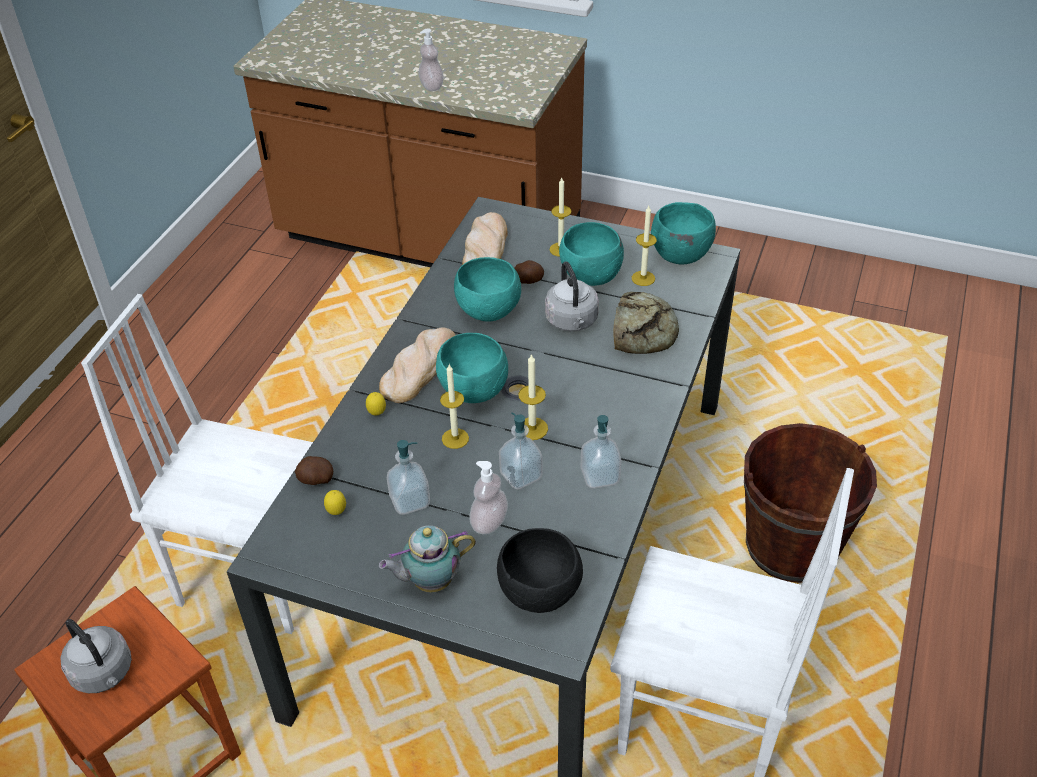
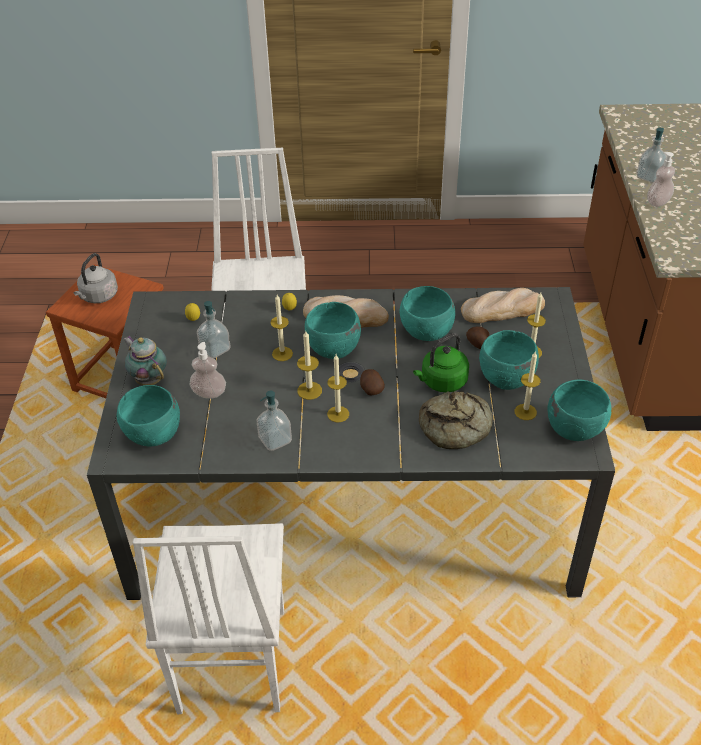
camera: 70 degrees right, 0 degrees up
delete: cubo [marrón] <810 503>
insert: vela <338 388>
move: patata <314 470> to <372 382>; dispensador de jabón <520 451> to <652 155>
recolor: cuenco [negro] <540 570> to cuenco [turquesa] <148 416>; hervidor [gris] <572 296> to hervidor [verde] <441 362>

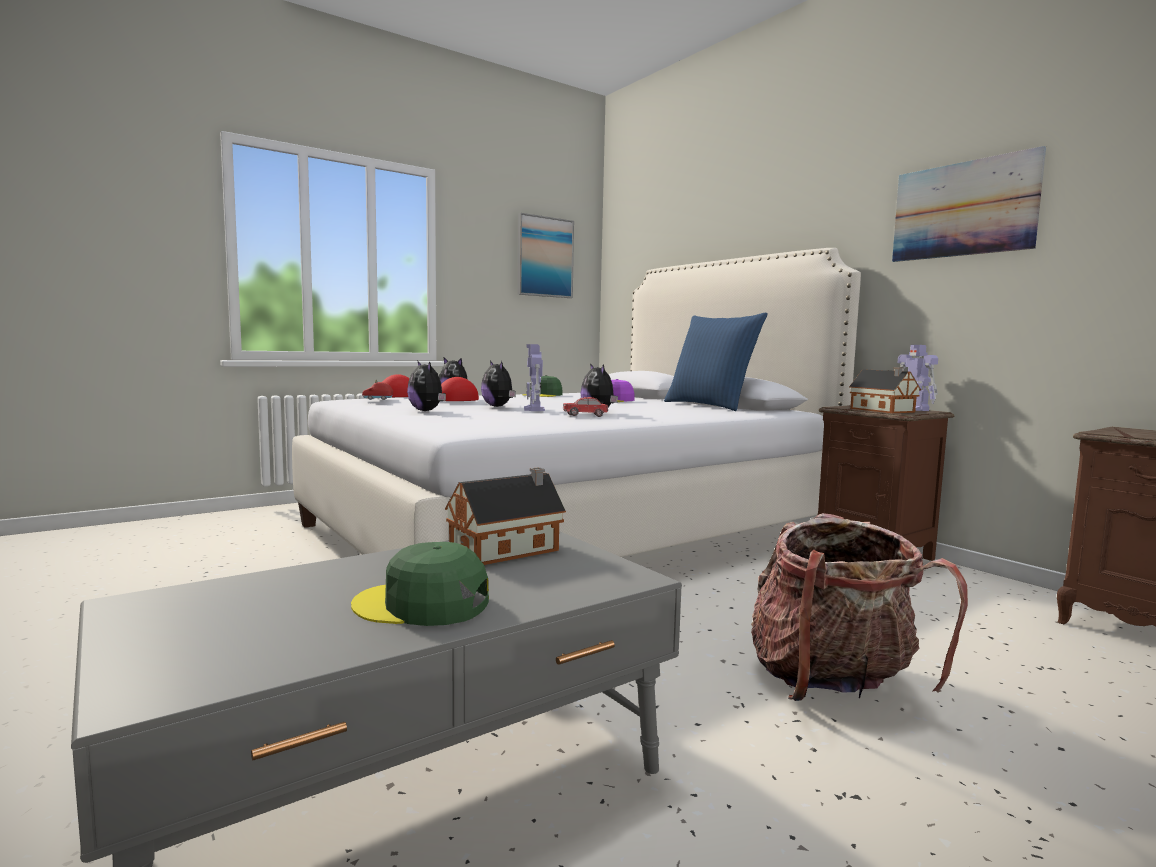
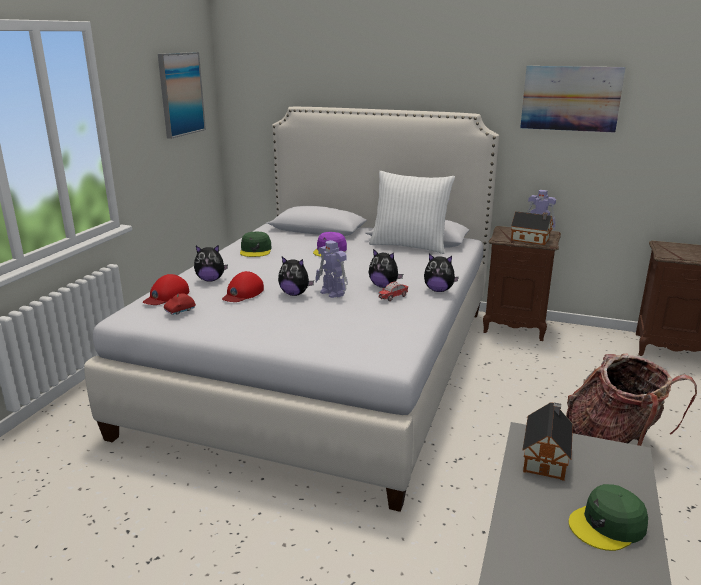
camera: 35 degrees left, 15 degrees up
move: peluche <426 385> to <441 273>
recolor: cojín [azul] <716 362> to cojín [blanco] <412 212>

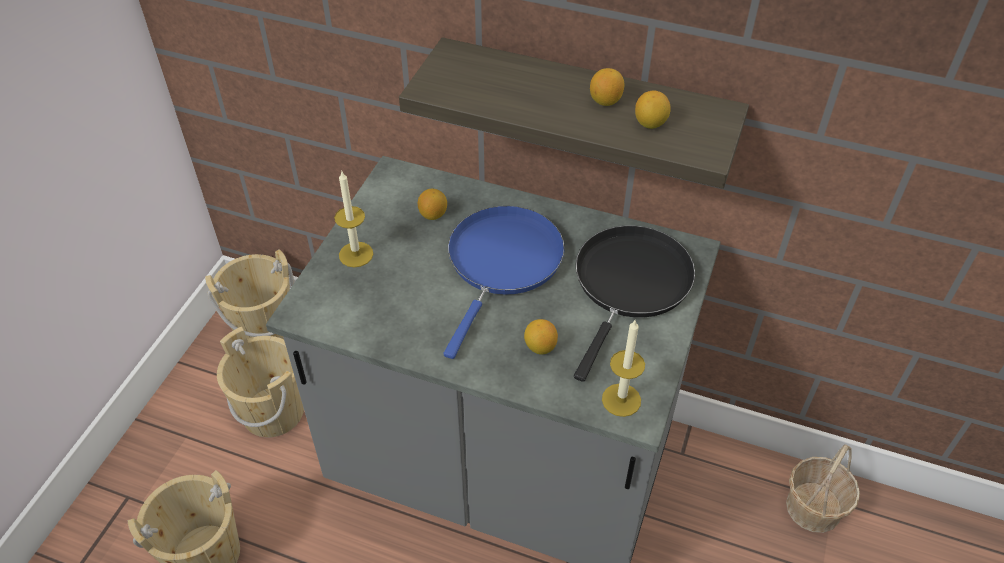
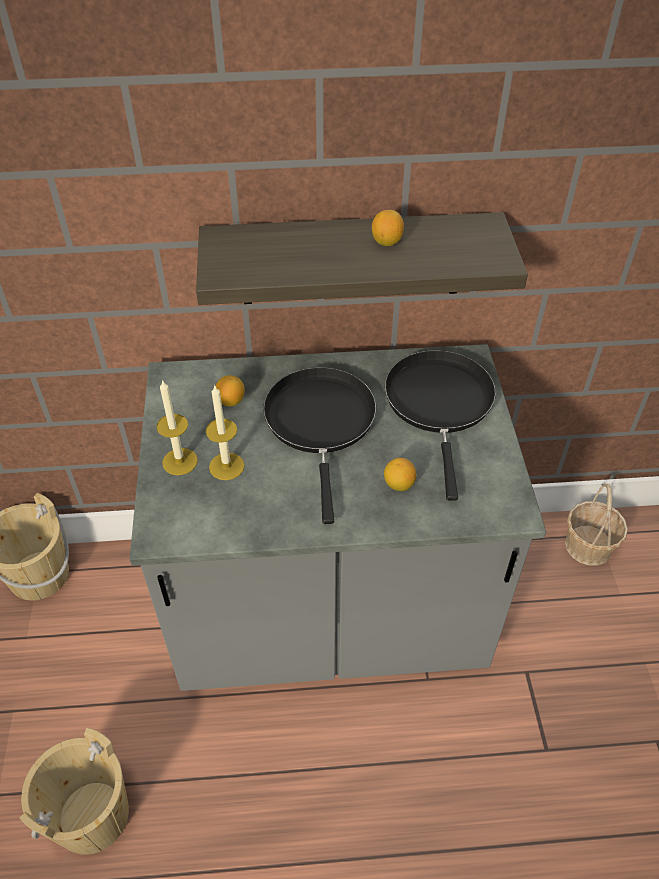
camera: 25 degrees left, 0 degrees up
delete: cubo [beis] <260 382>; limón <653 110>
move: vela <623 368> to <225 433>
recolor: sartén [azul] <504 282> to sartén [negro] <319 445>

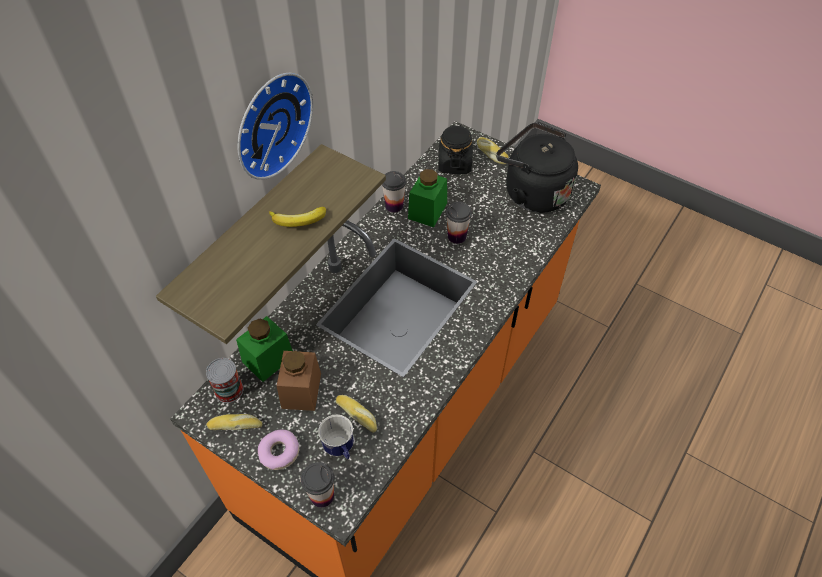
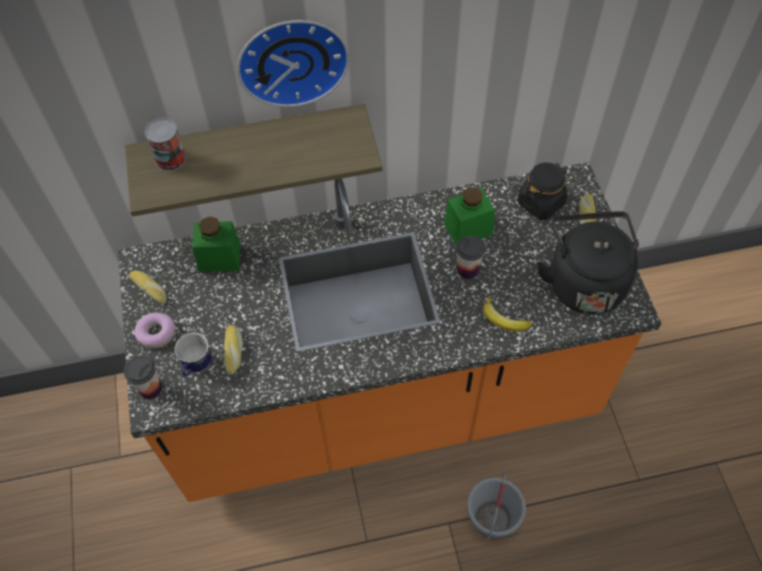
camera: 45 degrees right, 5 degrees up
delete: tarro [marrón] <299 381>; taza <394 191>
insert: cubo [gris] <496 505>
move: lata <225 380> to <165 144>; plátano <297 217> to <507 314>

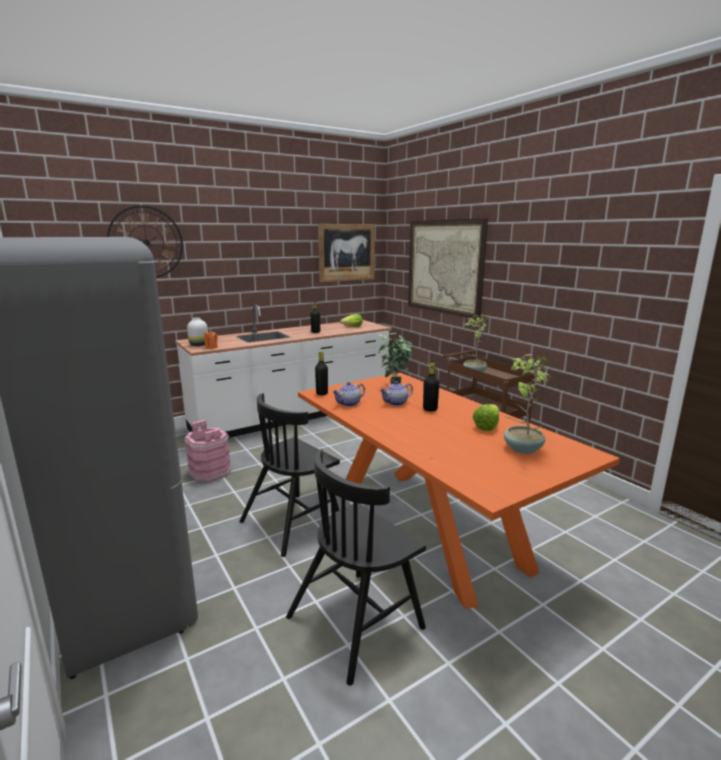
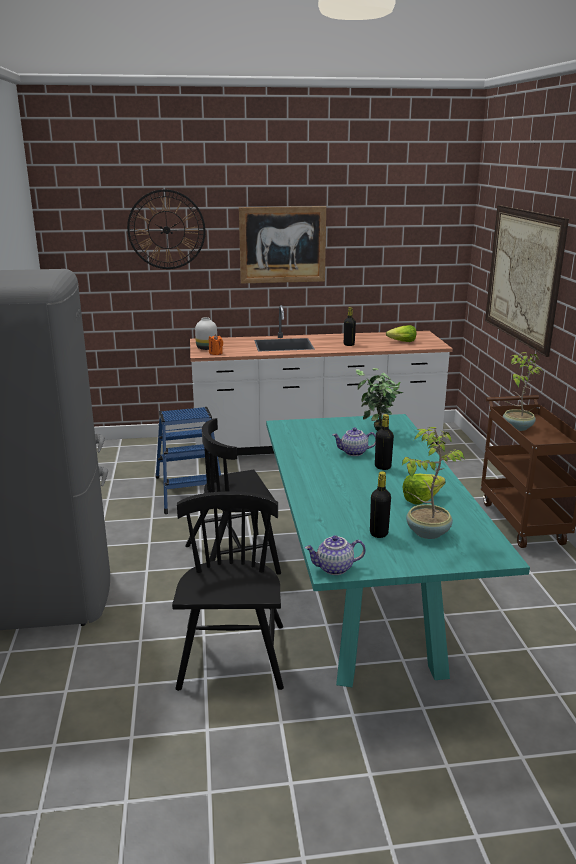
camera: 25 degrees right, 5 degrees up
move: botella [negro] <321 373> to <380 505>; cuadro <346 253> to <282 244>; tetera <348 394> to <335 555>
replace: cubo [rosa] <208 451> to escalera de tijera [azul] <188 460>
recolor: mesa de comedor [naranja] <459 491> to mesa de comedor [turquesa] <398 550>
rotate: silla [negro] <356 567> = <228 591> 105 degrees clockwise

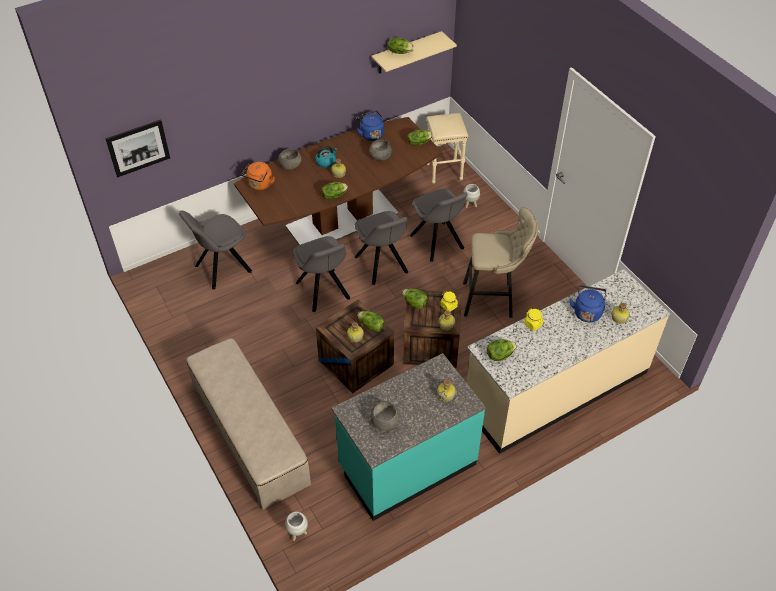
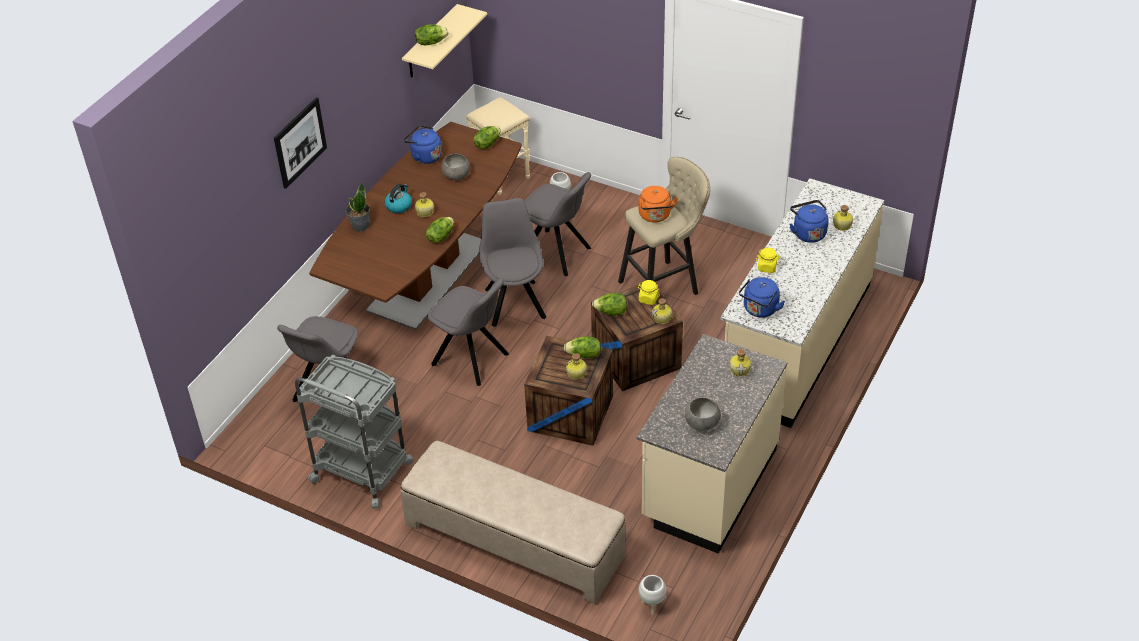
camera: 30 degrees left, 5 degrees down
insert: carrito [gris] <354 431>
move: cuadro <137 148> to <300 143>; hervidor [naranja] <258 176> to <658 204>
replace: cuenco [gris] <289 159> to planta en maceta <358 207>; lechuga <502 350> to hervidor [azul] <762 297>
recolor: mueble bajo de cocina [turquesa] <409 437> to mueble bajo de cocina [beis] <712 444>
rotate: silla [gris] <381 248> = <512 262> 135 degrees counterclockwise

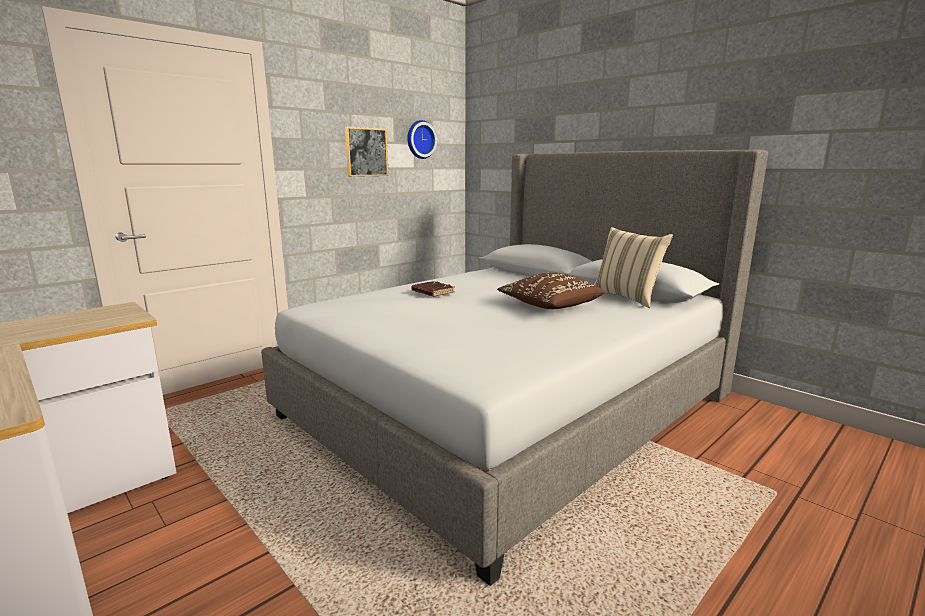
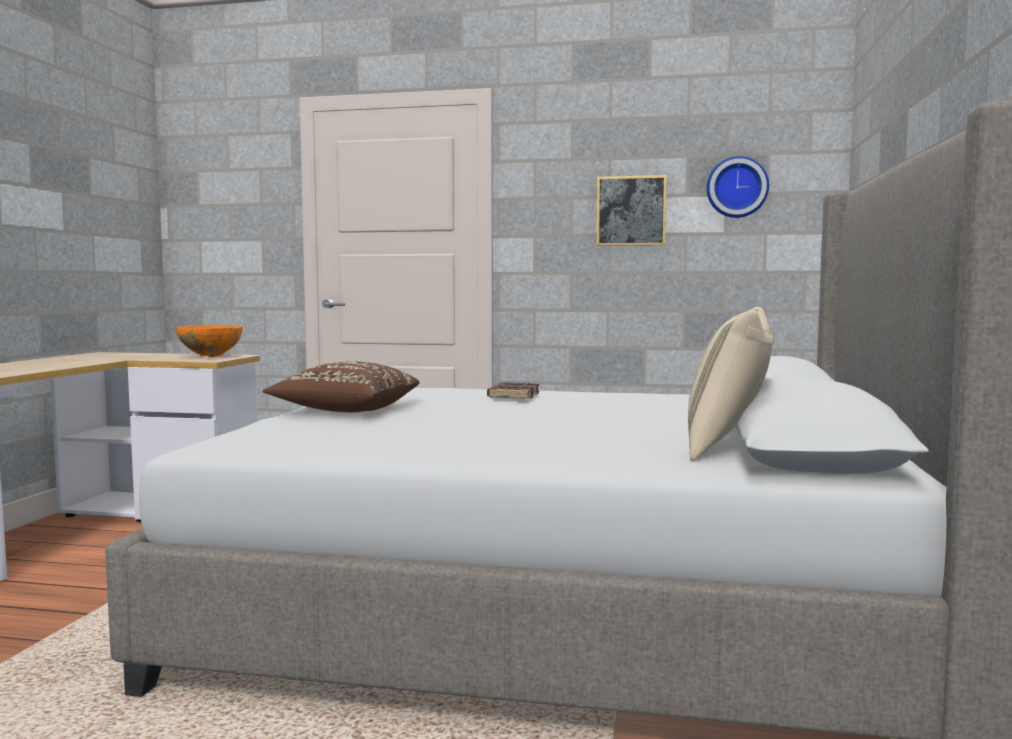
camera: 55 degrees right, 10 degrees down
insert: cuenco [naranja] <209 341>
move: cojín [marrón] <550 291> to <341 386>

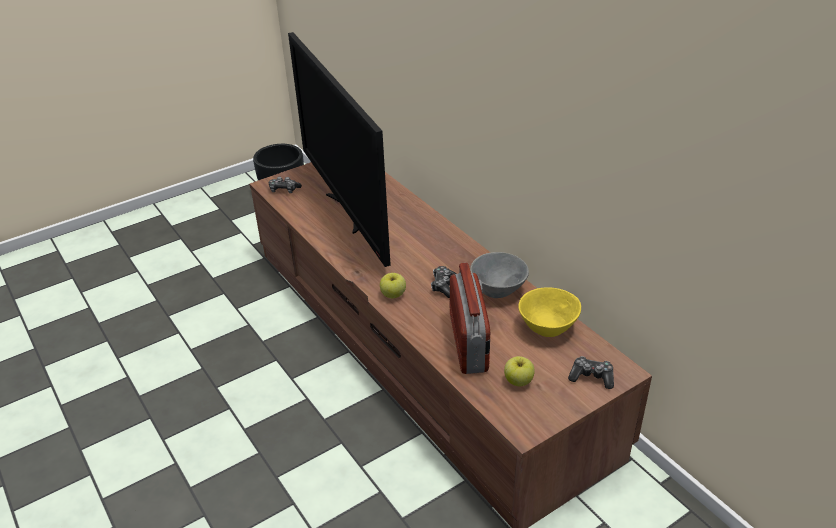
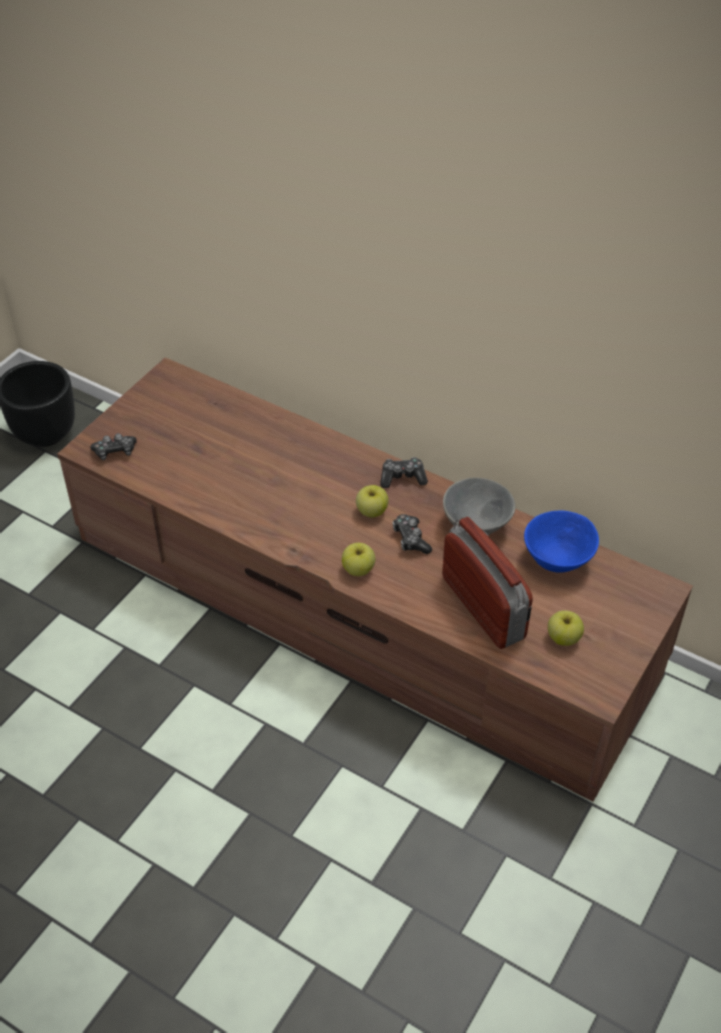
camera: 25 degrees left, 10 degrees up
delete: televisor <339 149>
insert: manzana <372 501>
move: mando de consola <591 372> to <404 472>
recolor: cuenco [amarillo] <549 312> to cuenco [azul] <561 542>

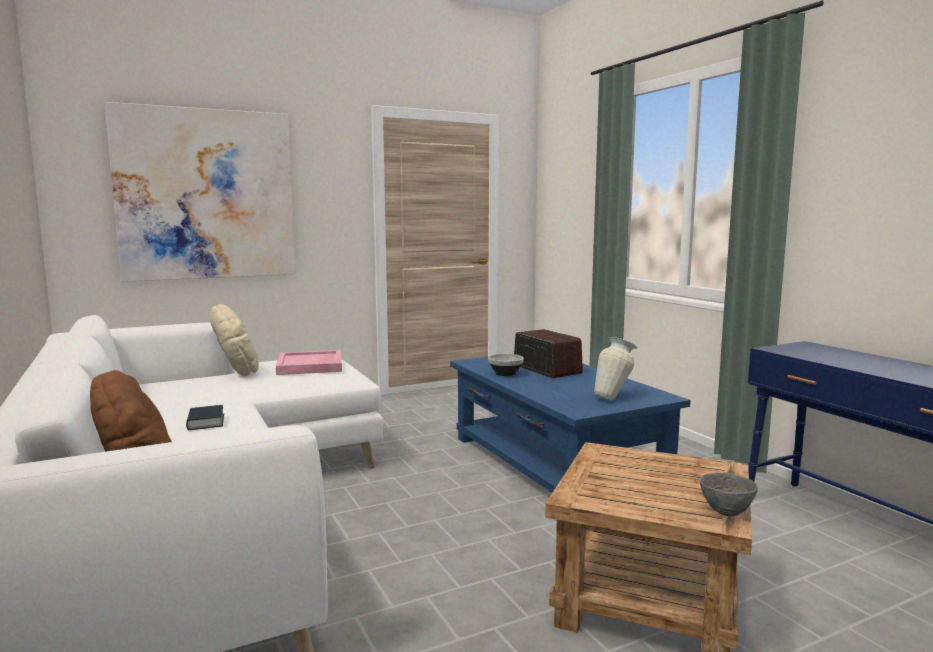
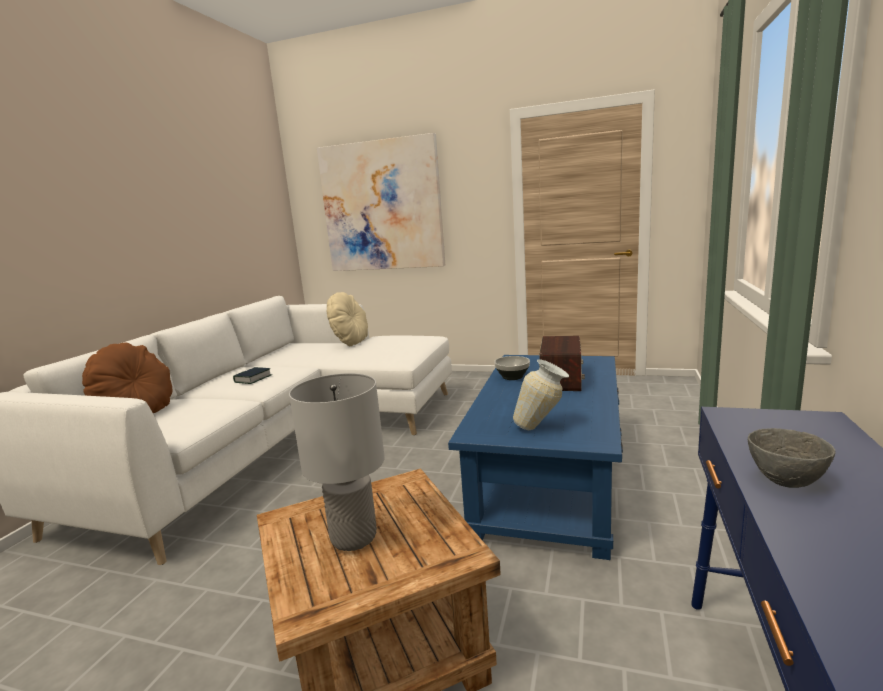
camera: 45 degrees right, 5 degrees up
delete: bandeja [rosa] <309 362>
insert: lámpara de mesa [gris] <337 462>
move: cuenco [gris] <729 494> to <792 458>

